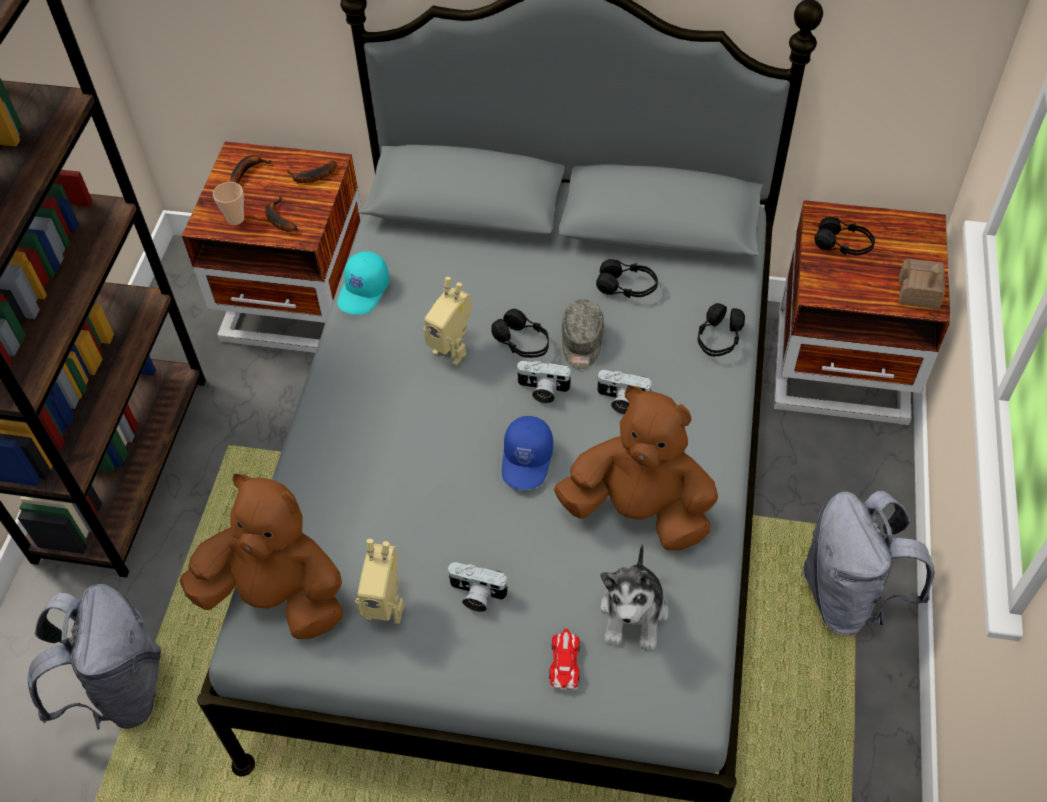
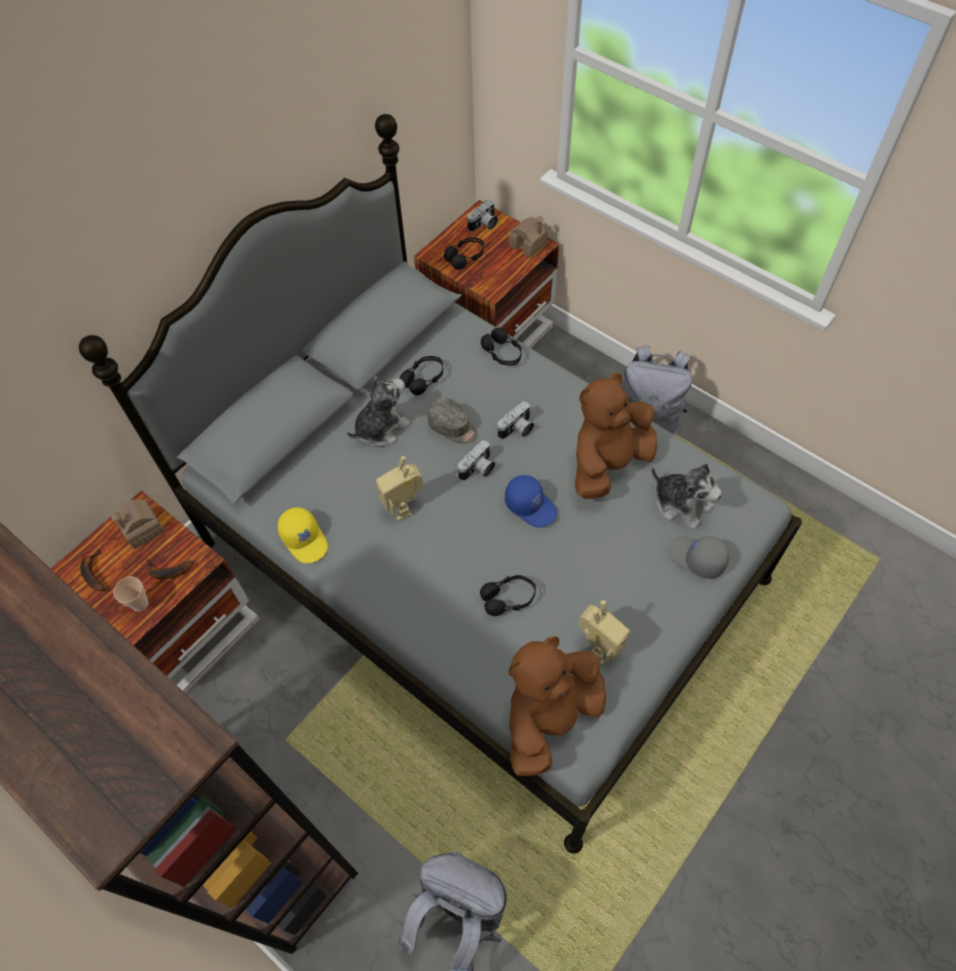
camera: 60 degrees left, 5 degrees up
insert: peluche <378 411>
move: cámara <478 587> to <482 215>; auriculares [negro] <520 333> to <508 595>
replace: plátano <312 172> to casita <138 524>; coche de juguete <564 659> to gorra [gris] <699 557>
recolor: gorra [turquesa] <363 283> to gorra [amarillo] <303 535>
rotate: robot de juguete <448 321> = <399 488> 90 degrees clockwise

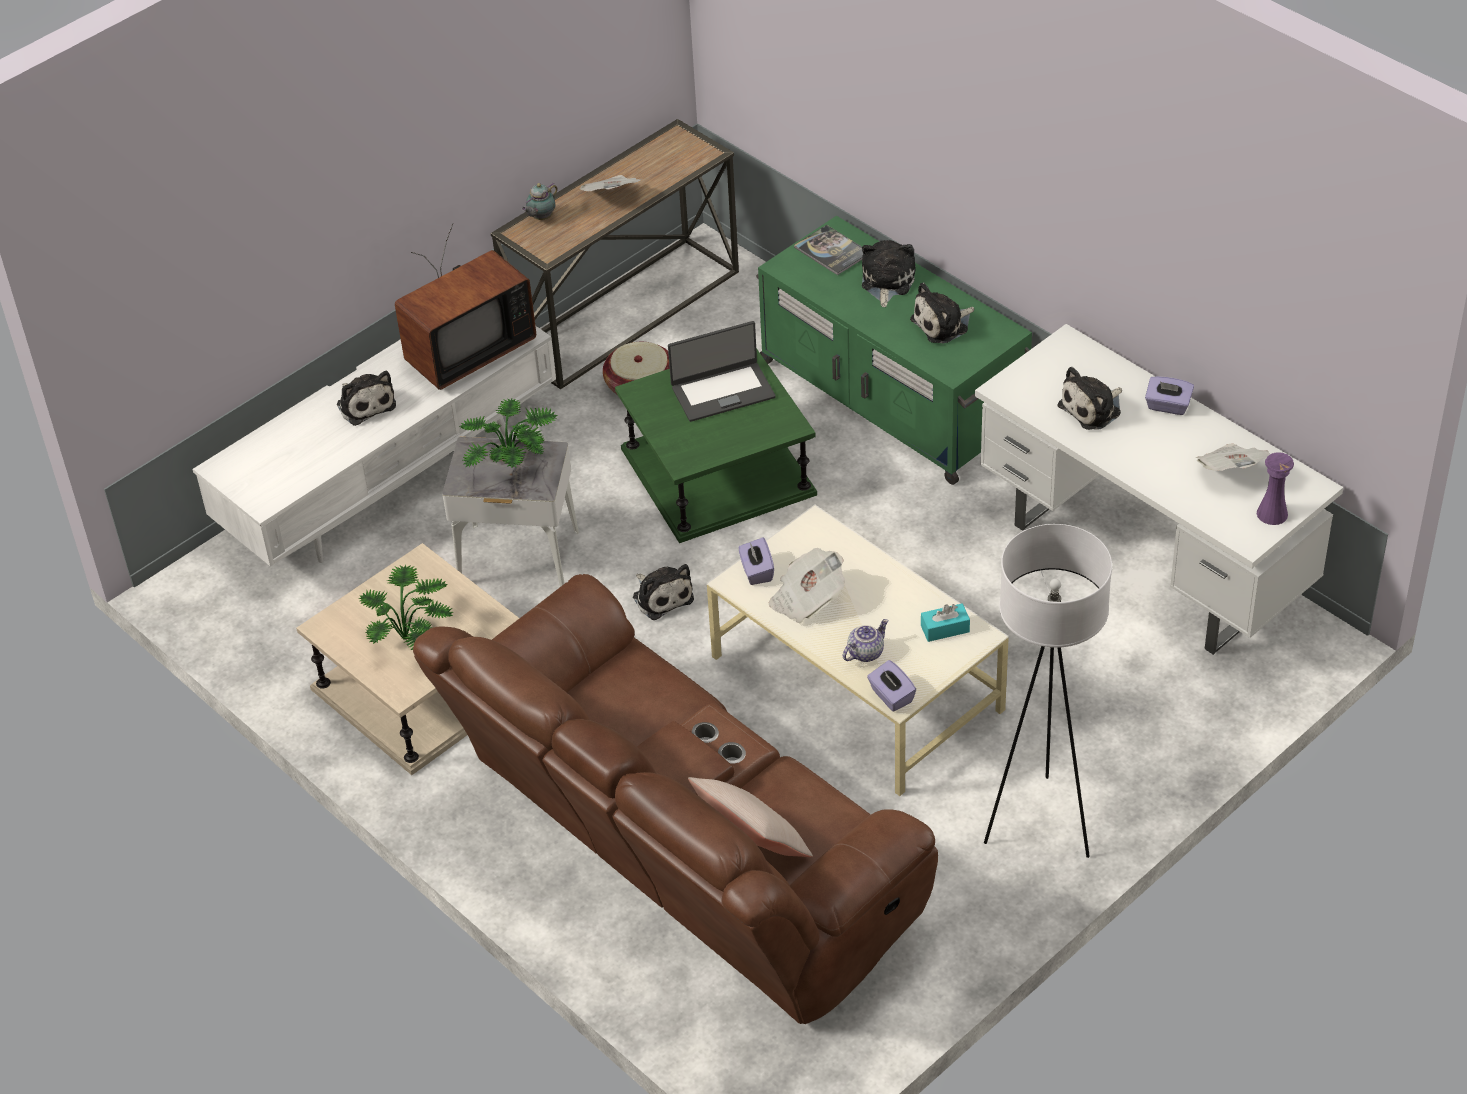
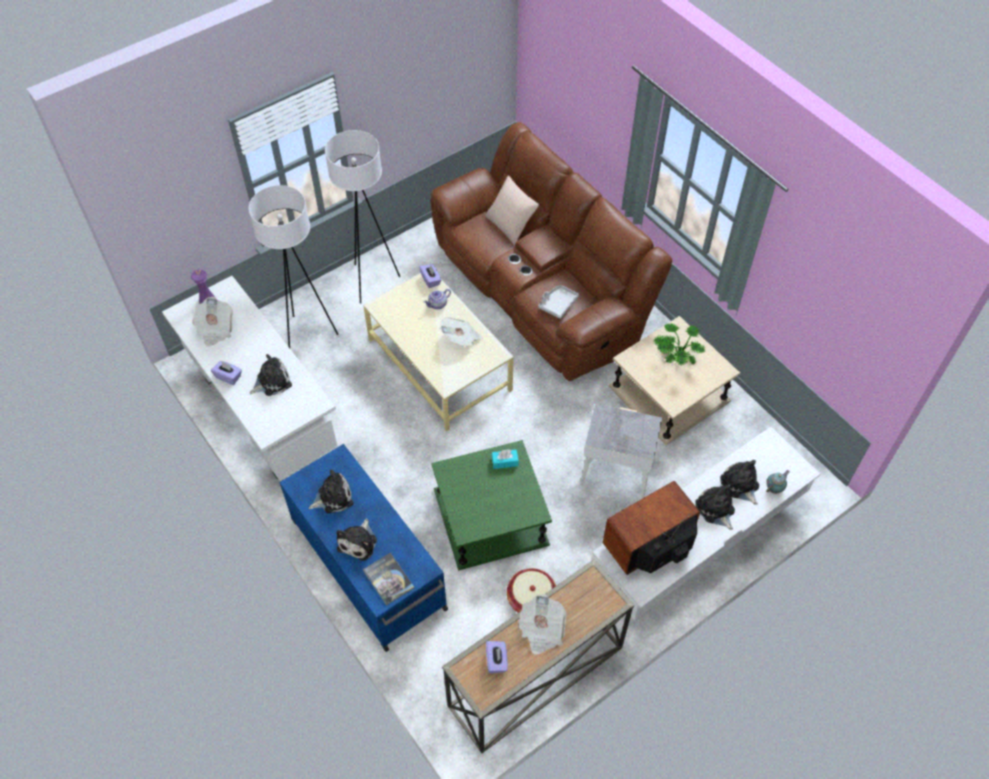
camera: 175 degrees left, 10 degrees up
delete: planta en maceta <509 433>; portátil <722 371>
insert: lámpara de pie [blanco] <294 266>; bandeja [gris] <558 302>
move: tetera <539 201> to <778 482>; peluche <663 592> to <739 482>; caja de pañuelos [morado] <756 561> to <497 657>; caja de pañuelos [turquesa] <945 622> to <505 459>
recolor: armario [verde] <894 350> to armario [azul] <363 548>

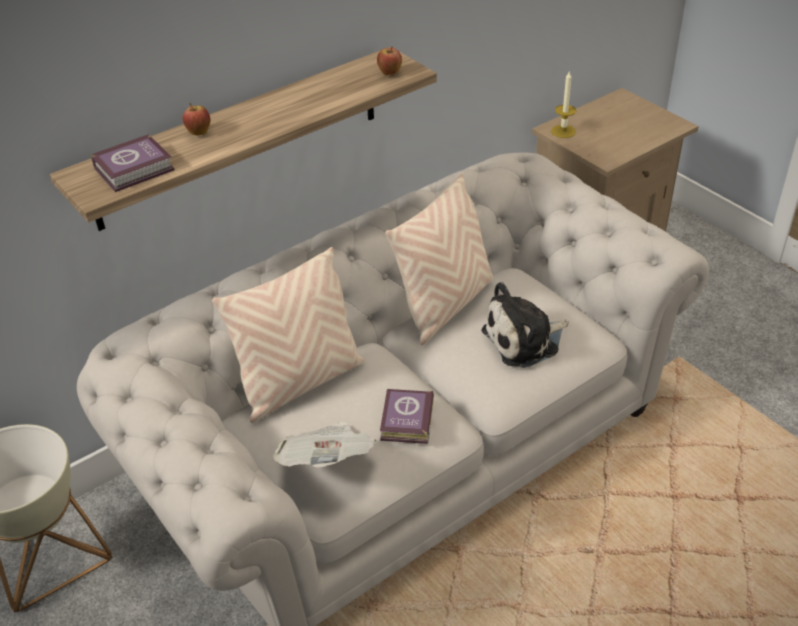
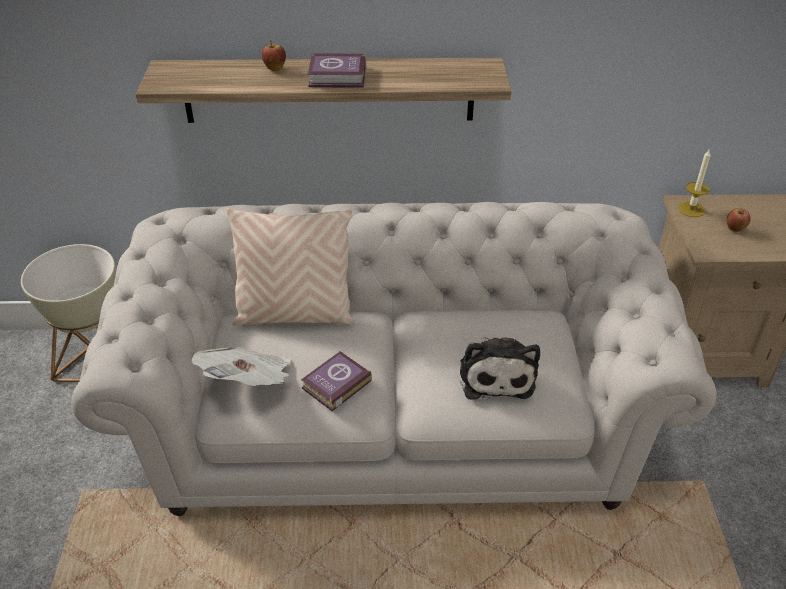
camera: 35 degrees right, 0 degrees up
delete: cojín [beis] <439 259>
move: libro <133 163> to <337 70>; manzana <389 60> to <738 220>
rotate: peluche <525 325> = <500 368> 105 degrees counterclockwise

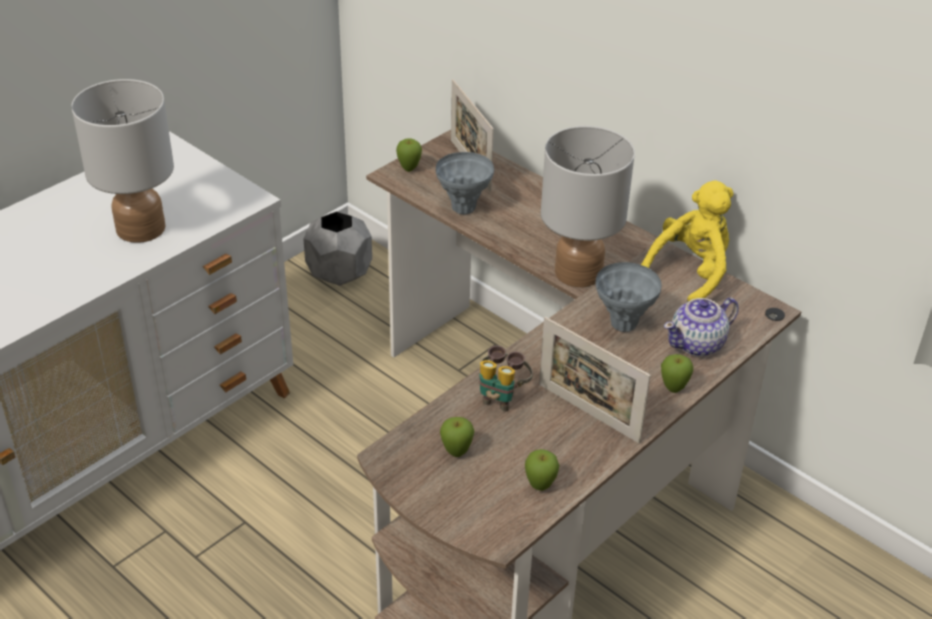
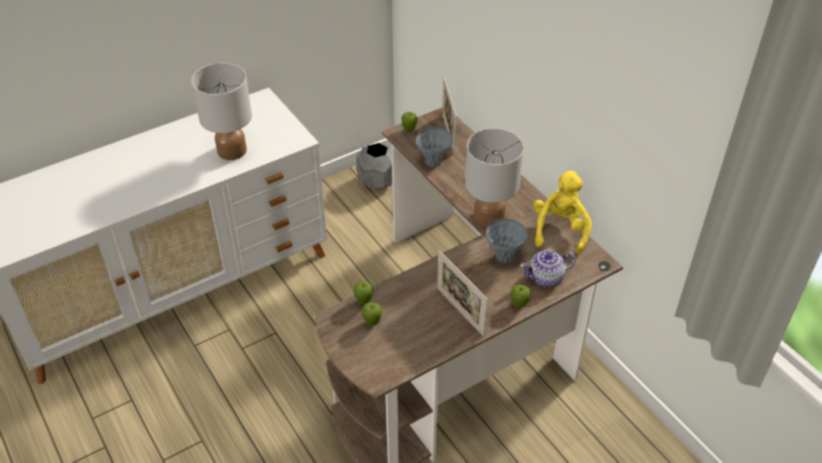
camera: 15 degrees right, 5 degrees up
delete: prismáticos <506 379>
move: manzana <542 470> to <363 292>
rotate: peluche [amarillo] <687 241> = <562 212> 45 degrees counterclockwise

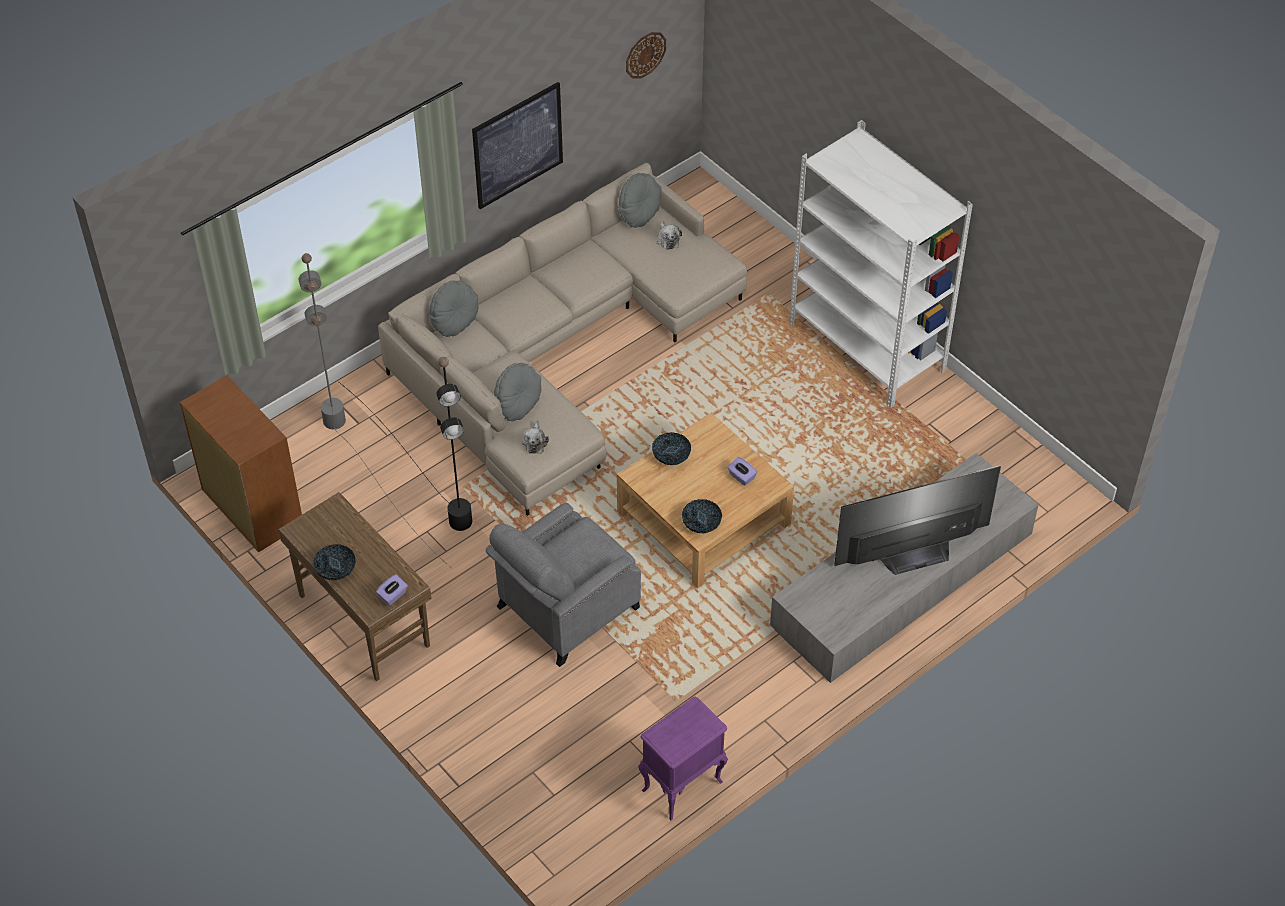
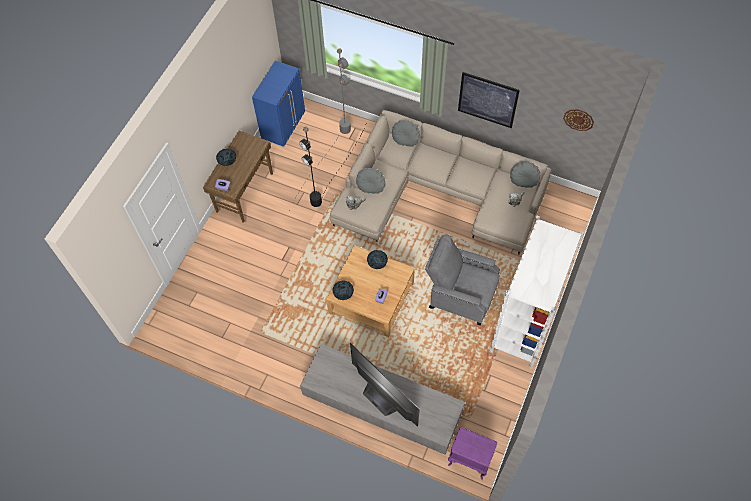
camera: 65 degrees right, 10 degrees up
move: sillón [gris] <563 584> to <462 280>; mesita de noche [morado] <683 759> to <472 453>
recolor: armario [marrón] <241 463> to armario [azul] <278 104>

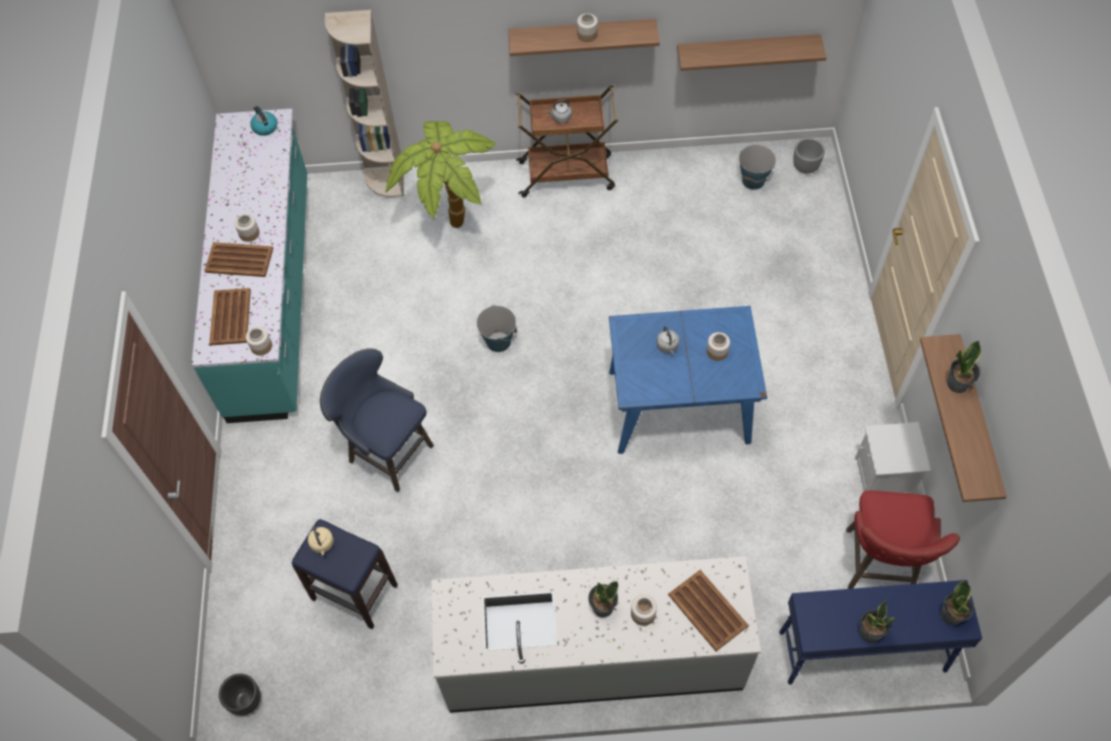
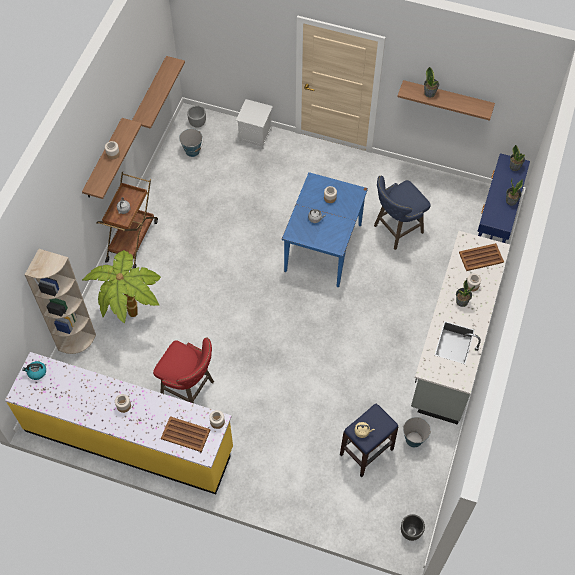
camera: 70 degrees left, 0 degrees up
delete: bandeja [marrón] <238 259>
move: taburete [azul] <377 420> to <402 213>; cubo <496 328> to <417 432>; taburete [rojo] <903 540> to <183 370>; mesita de noche [gris] <893 458> to <254 124>
recolor: mueble bajo de cocina [turquesa] <249 265> to mueble bajo de cocina [amarillo] <119 423>

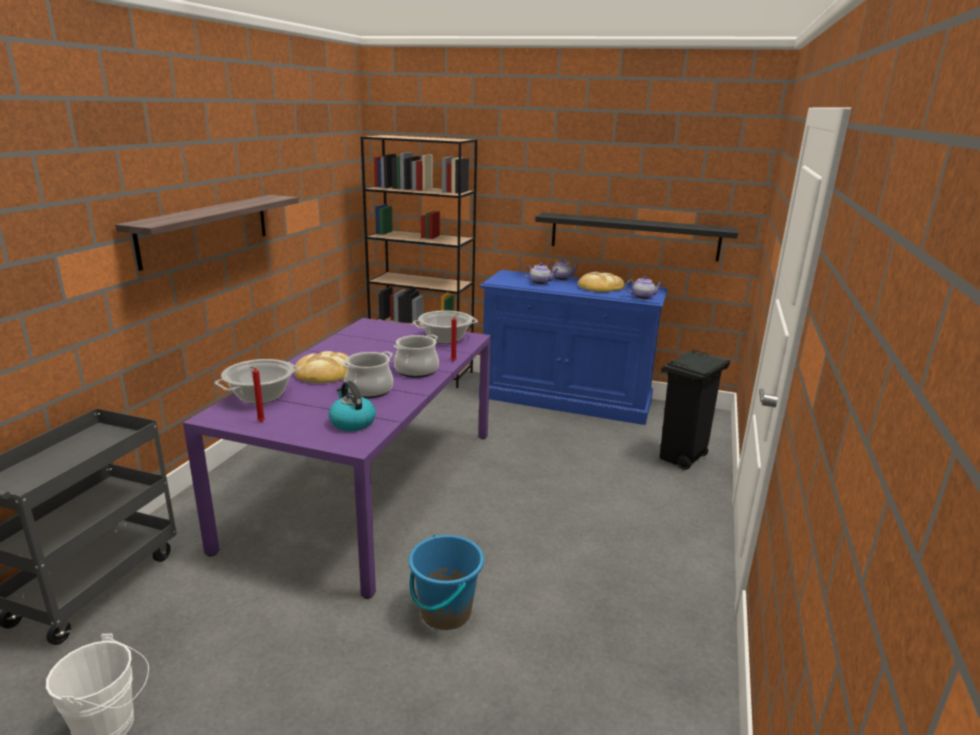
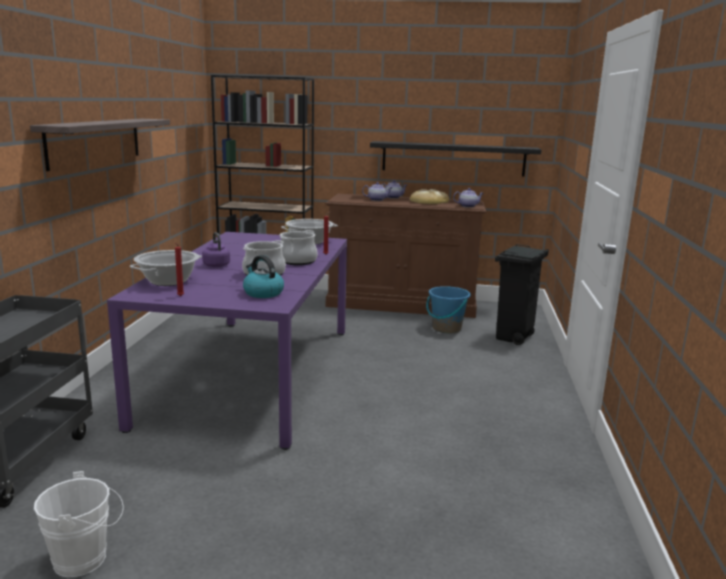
camera: 10 degrees left, 5 degrees down
move: cubo [azul] <446 582> to <448 309>
replace: pan <321 367> to hervidor [morado] <216 249>
recolor: armario [azul] <573 347> to armario [marrón] <405 256>

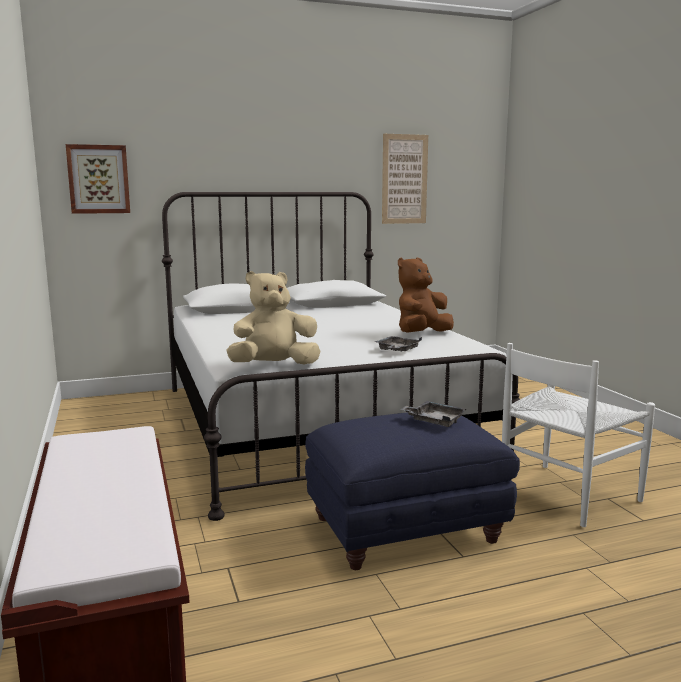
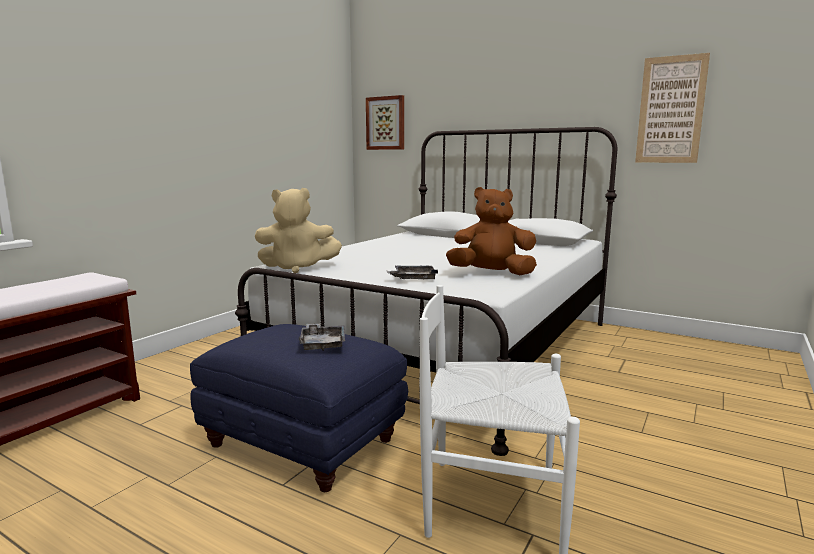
camera: 50 degrees right, 0 degrees up
rotate: peluche [beis] <274 318> = <298 230> 150 degrees clockwise

